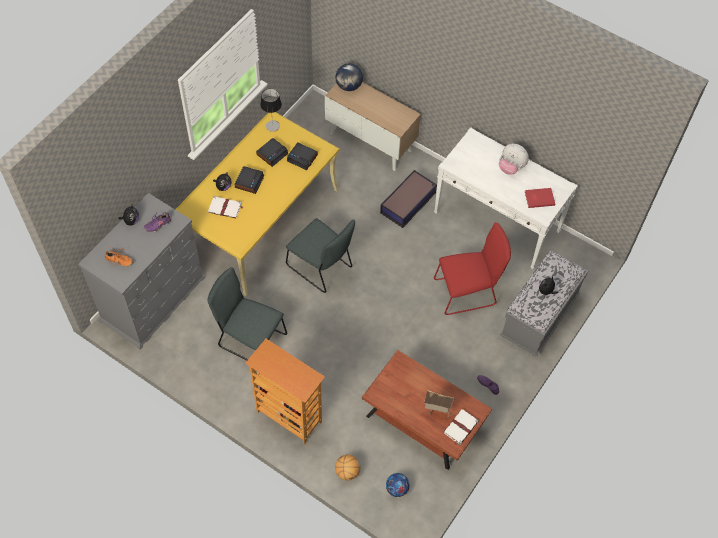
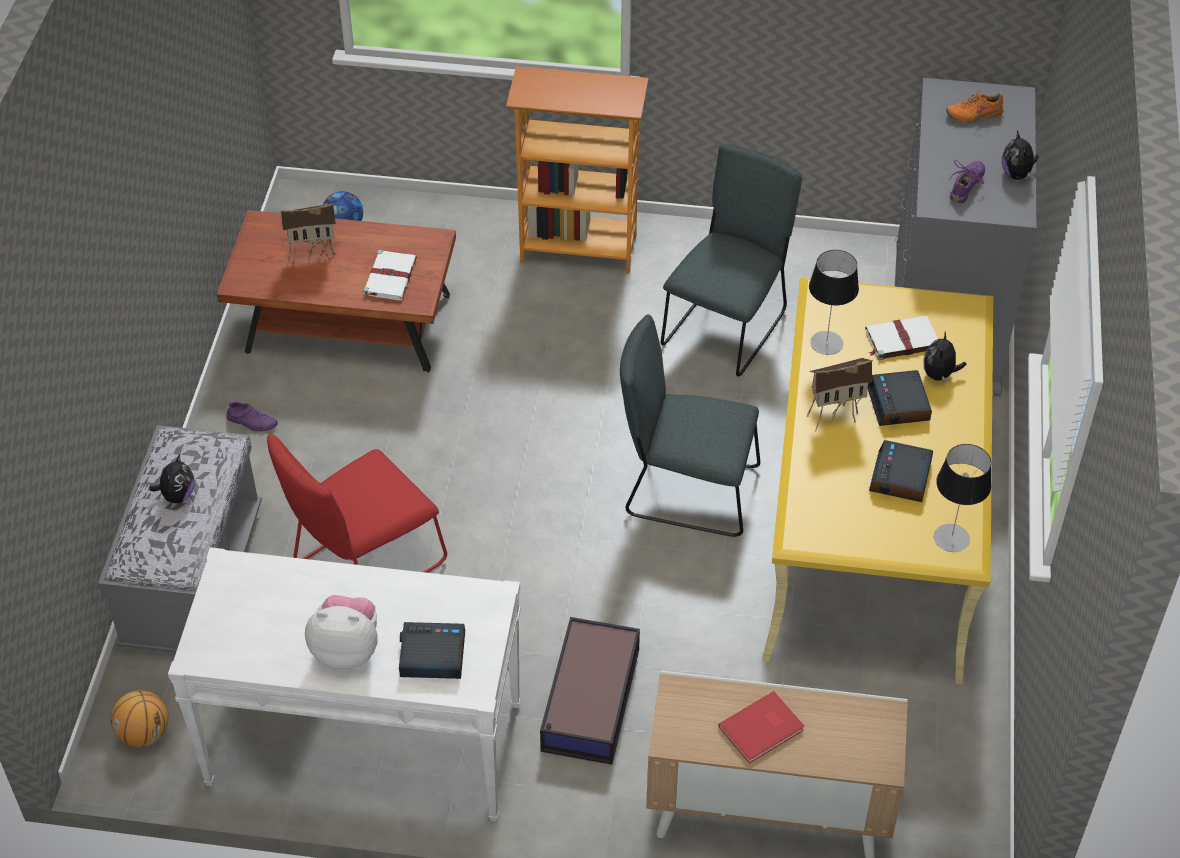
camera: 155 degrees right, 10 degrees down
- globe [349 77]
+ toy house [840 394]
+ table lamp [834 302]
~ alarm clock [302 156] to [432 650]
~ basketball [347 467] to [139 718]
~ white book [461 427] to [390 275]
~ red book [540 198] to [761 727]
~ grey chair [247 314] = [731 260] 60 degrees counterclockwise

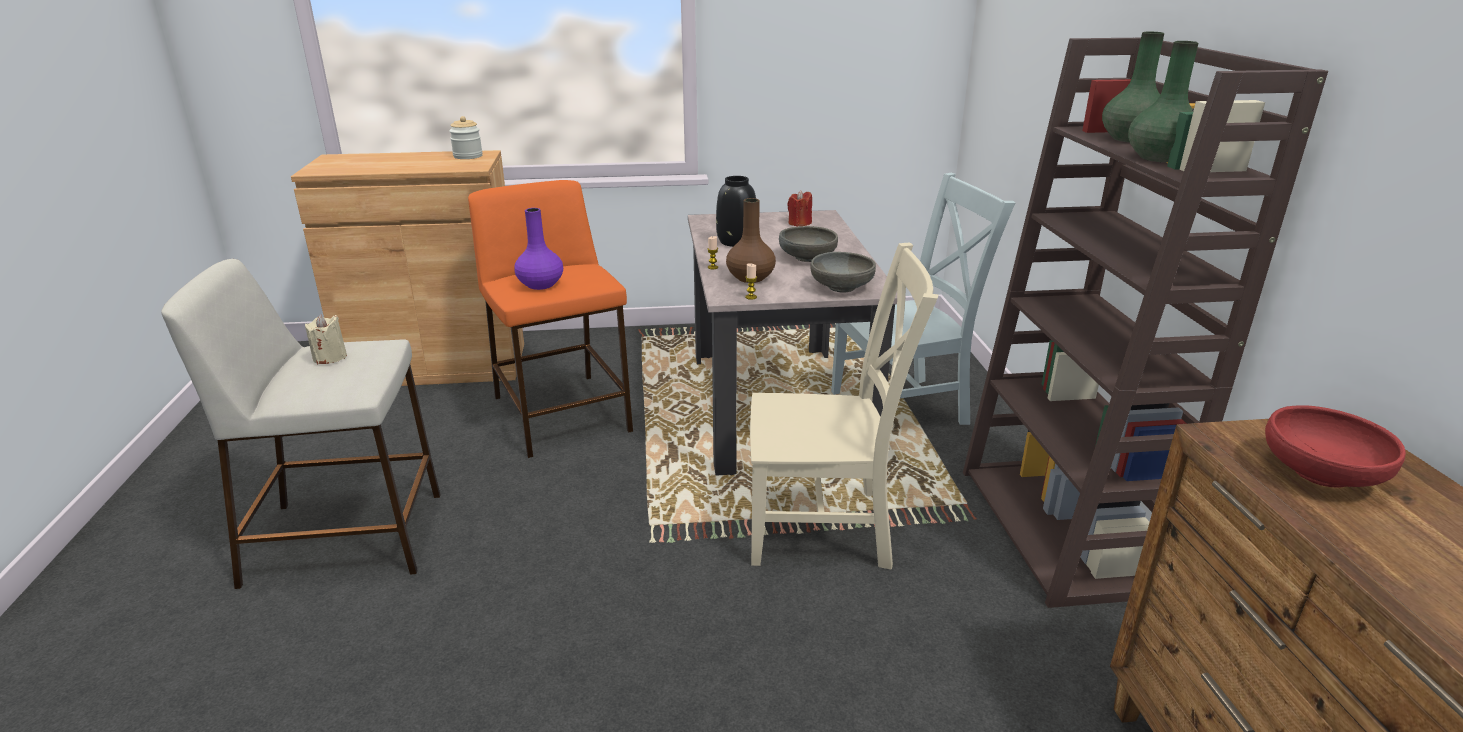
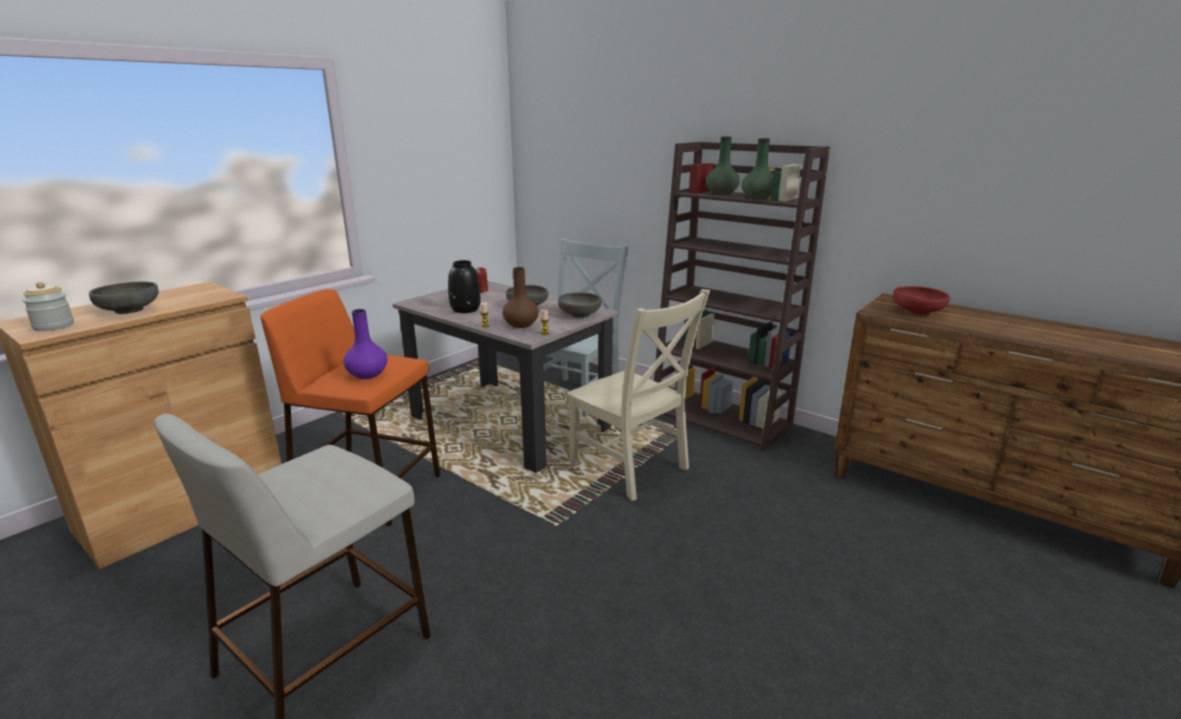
camera: 45 degrees left, 5 degrees down
- beige candle [326 339]
+ grey bowl [124 298]
~ jar [466 137] to [48 306]
~ beige chair [844 405] = [638 395] 90 degrees clockwise

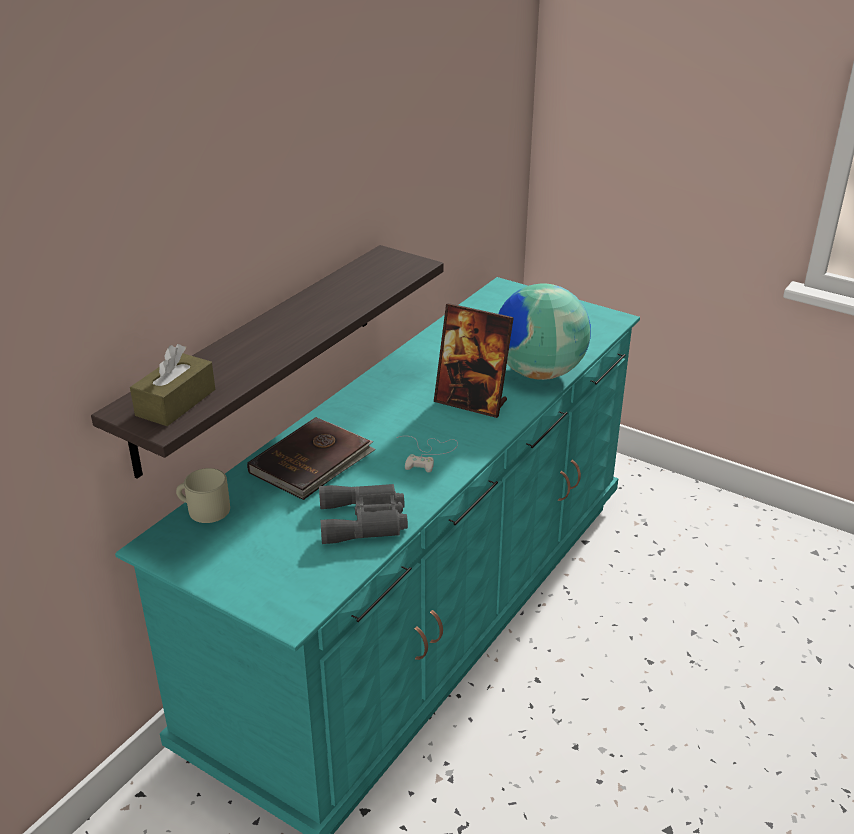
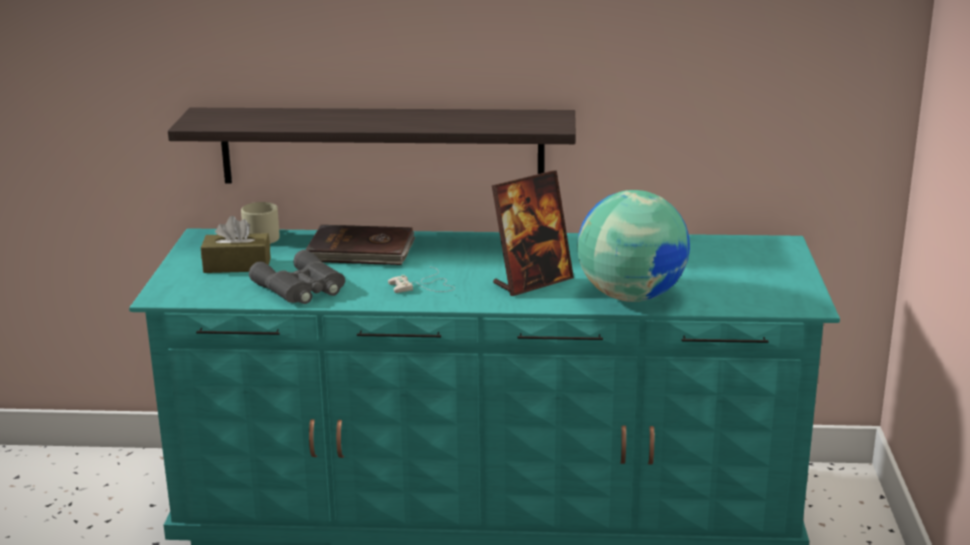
camera: 60 degrees right, 10 degrees down
~ brown tissue box [172 385] to [236 244]
~ picture frame [474 360] = [533 233] 120 degrees counterclockwise

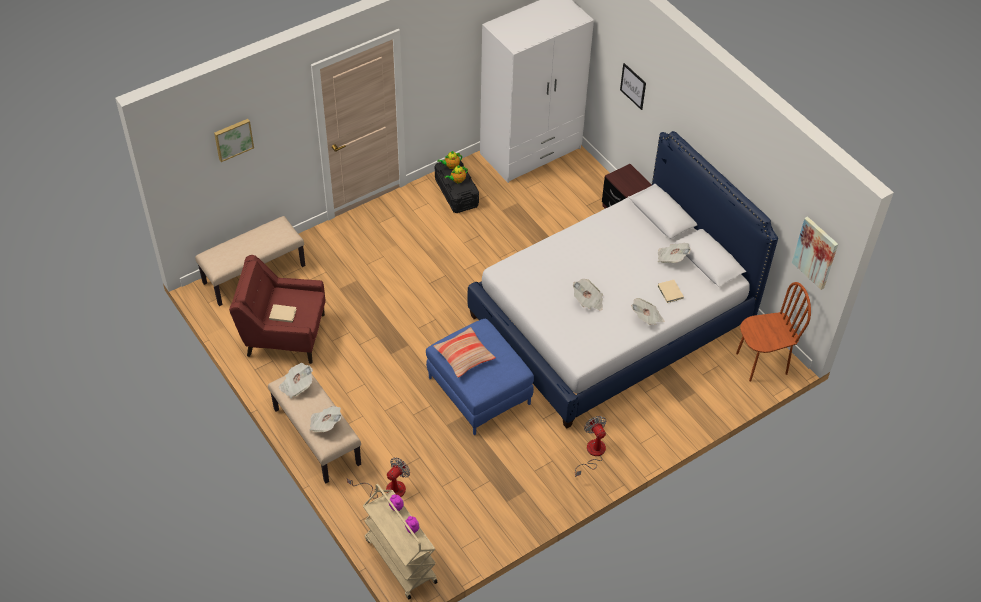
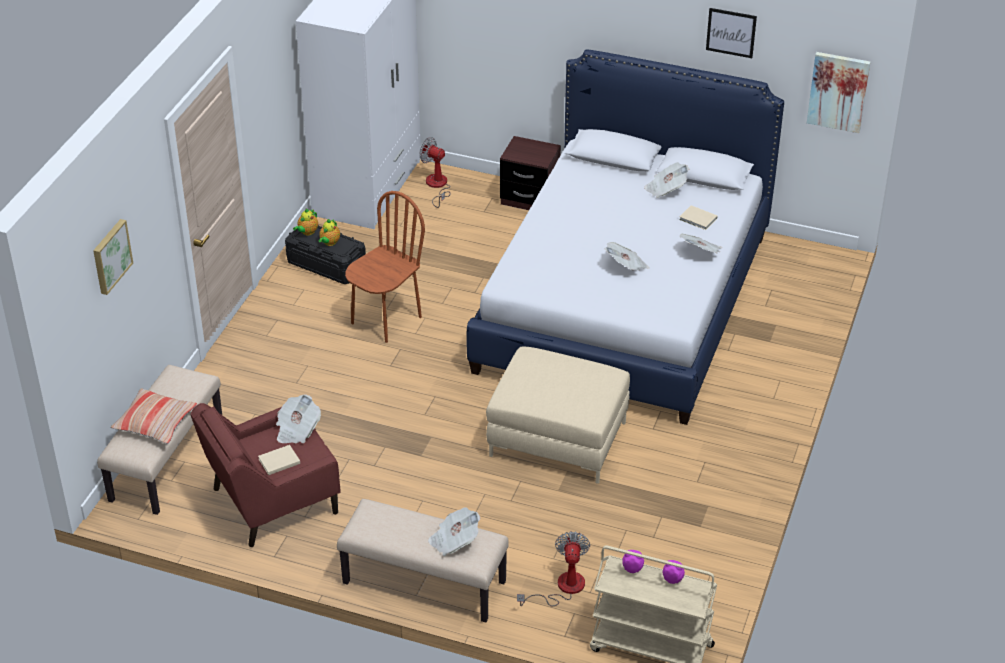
camera: 35 degrees left, 10 degrees down
~ newspaper [296 380] to [298 418]
~ pillow [464 352] to [154 416]
~ fan [590 446] to [435 172]
~ picture [633 86] to [731 33]
~ brown chair [773 332] to [385 267]
~ blue ottoman [480 377] to beige ottoman [558 415]

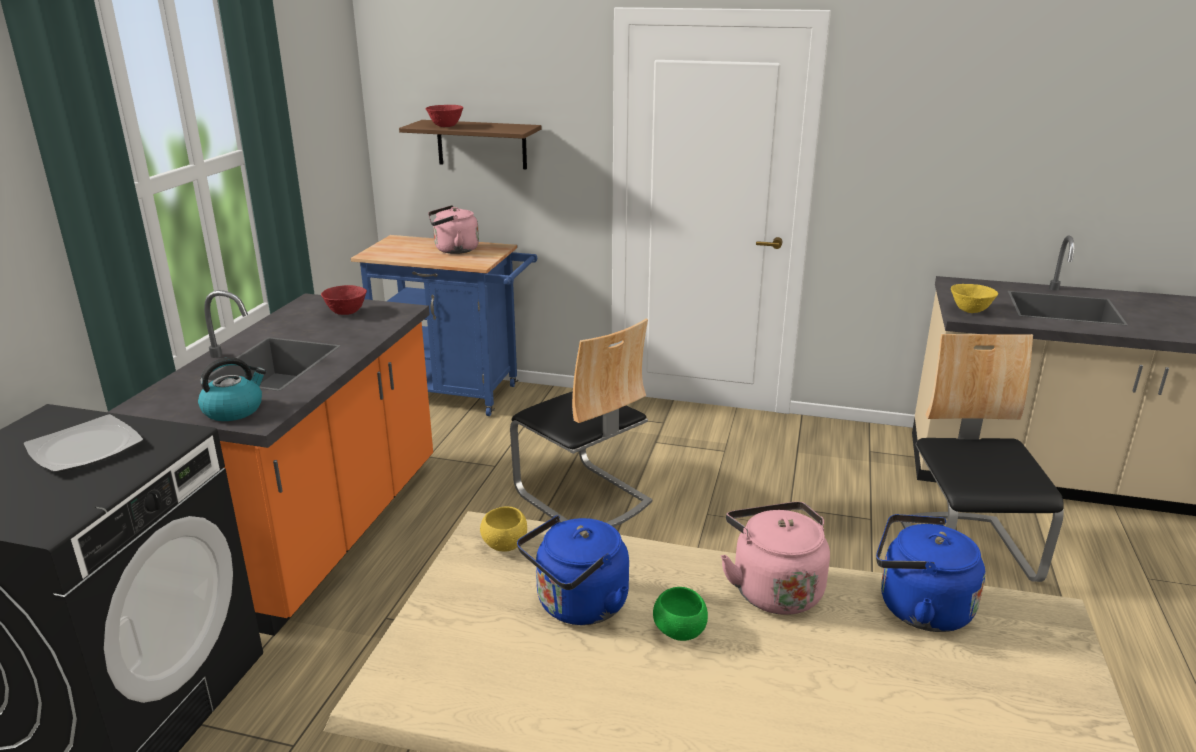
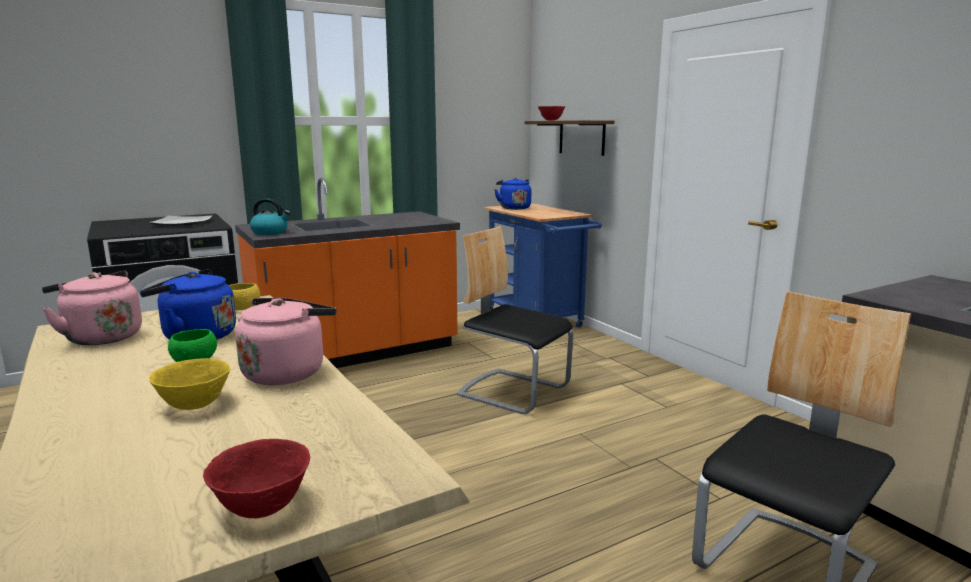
camera: 45 degrees right, 10 degrees down
~ red bowl [344 300] to [256 478]
~ pink kettle [453 229] to [92 308]
~ blue kettle [930 573] to [512 194]
~ yellow bowl [974 298] to [189 384]
~ chair [581 423] = [515 320] 120 degrees clockwise

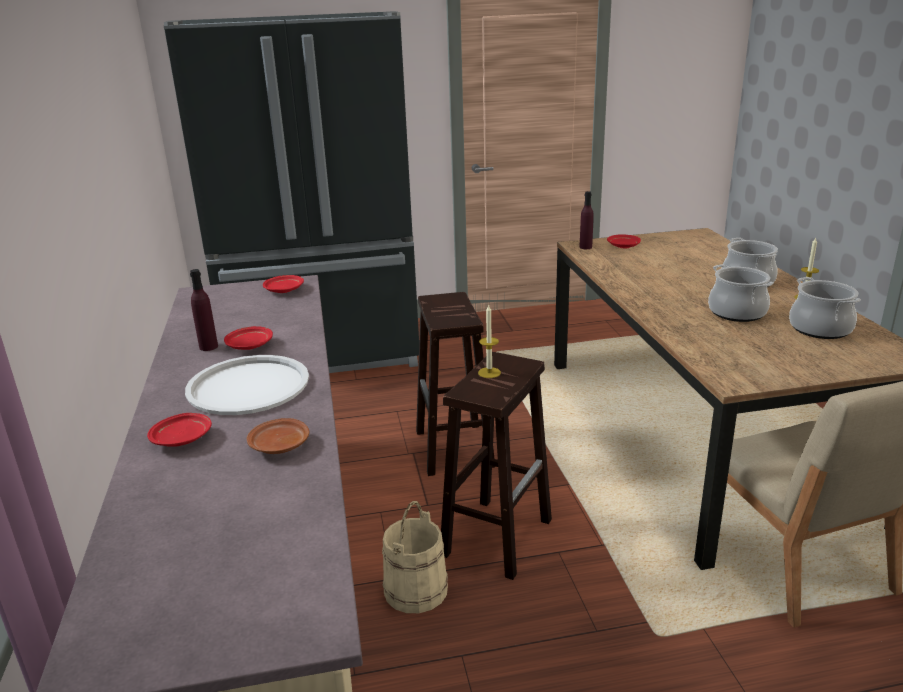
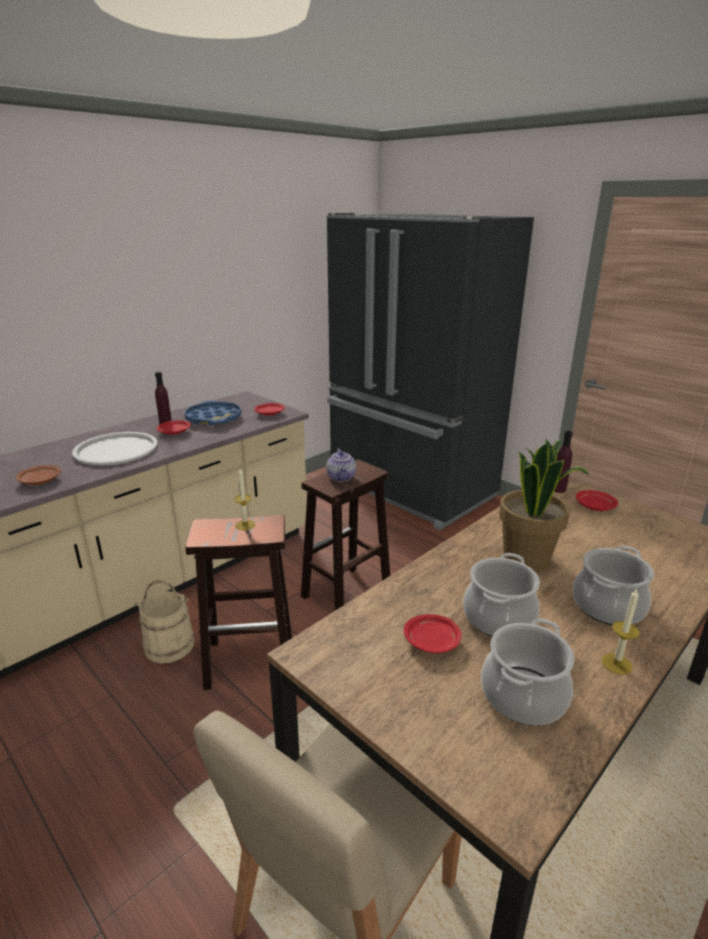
camera: 55 degrees right, 0 degrees up
+ blue tray [213 413]
+ teapot [341 465]
+ potted plant [544 505]
~ red plate [179 430] to [433 633]

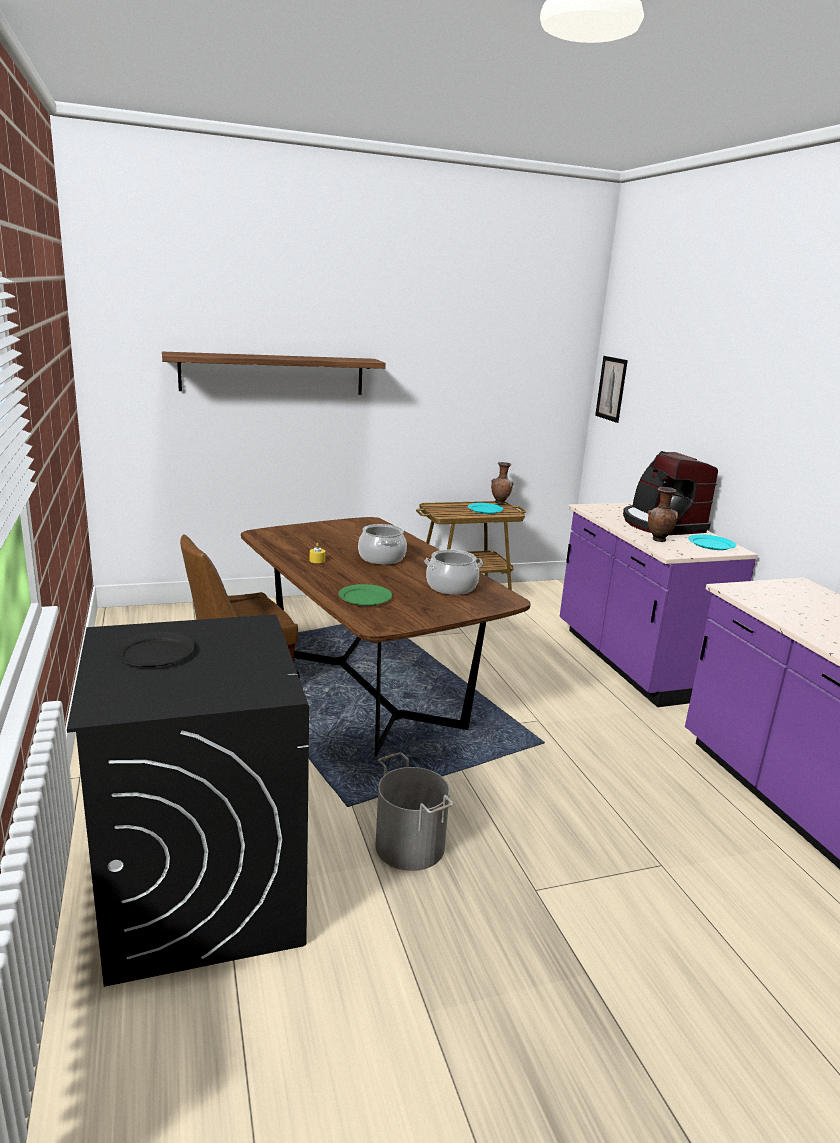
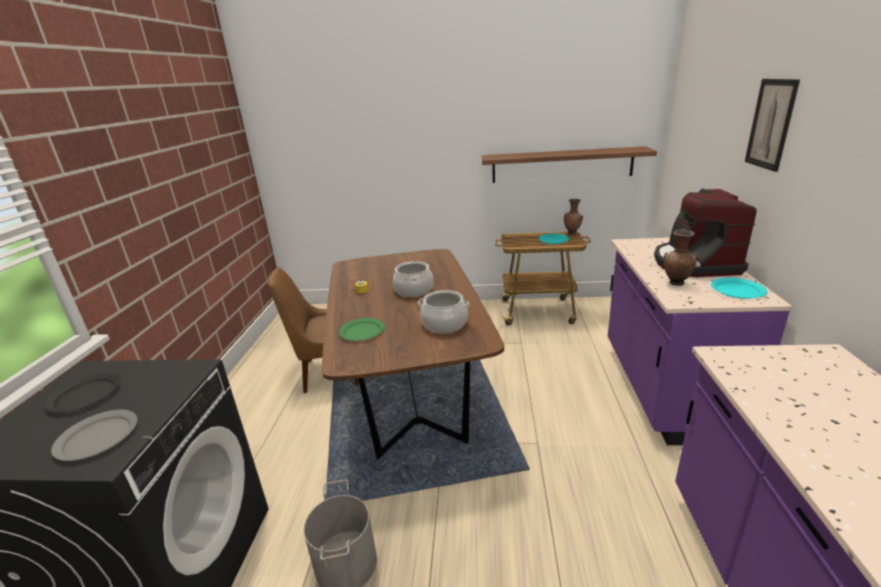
camera: 25 degrees right, 5 degrees up
+ grey plate [94 435]
~ shelf [274 373] to [569 164]
~ picture [611 389] to [772 125]

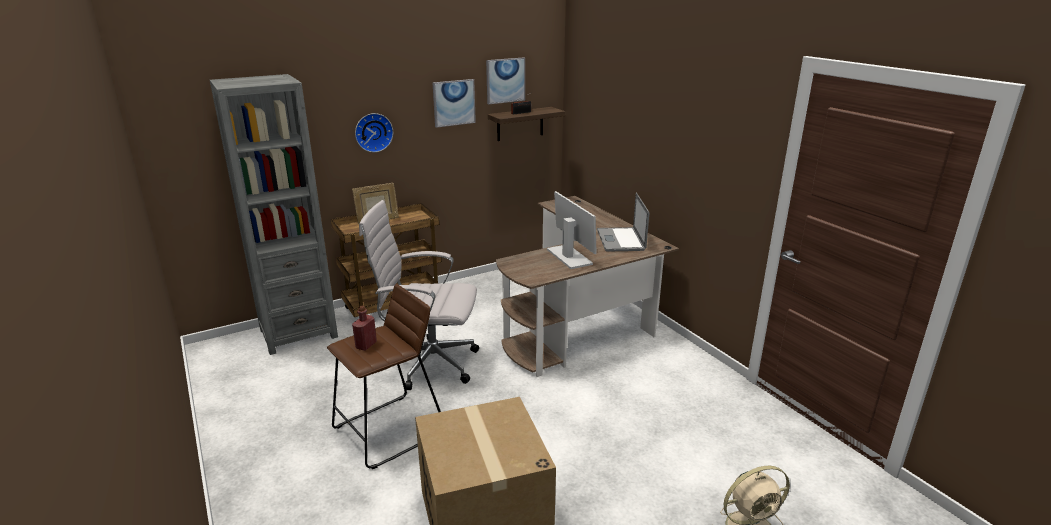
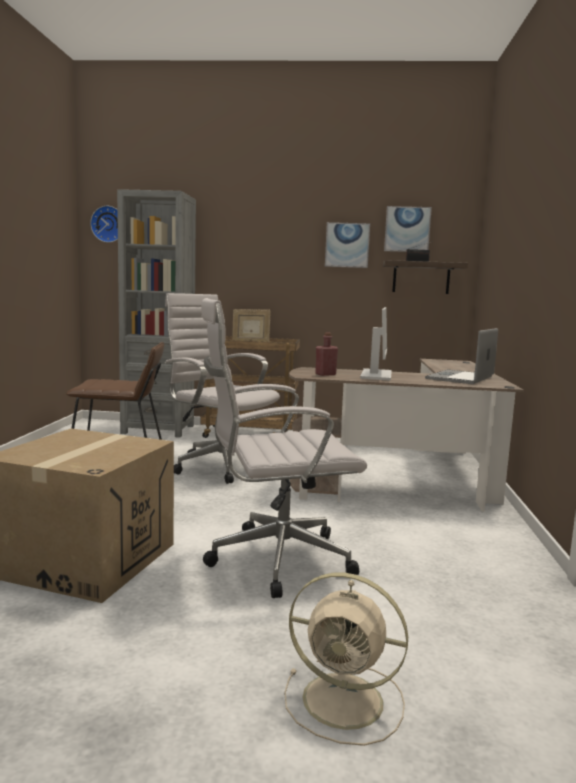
camera: 35 degrees right, 15 degrees down
+ white office chair [284 448]
~ red bottle [364 328] to [326 354]
~ wall clock [374 132] to [104 224]

